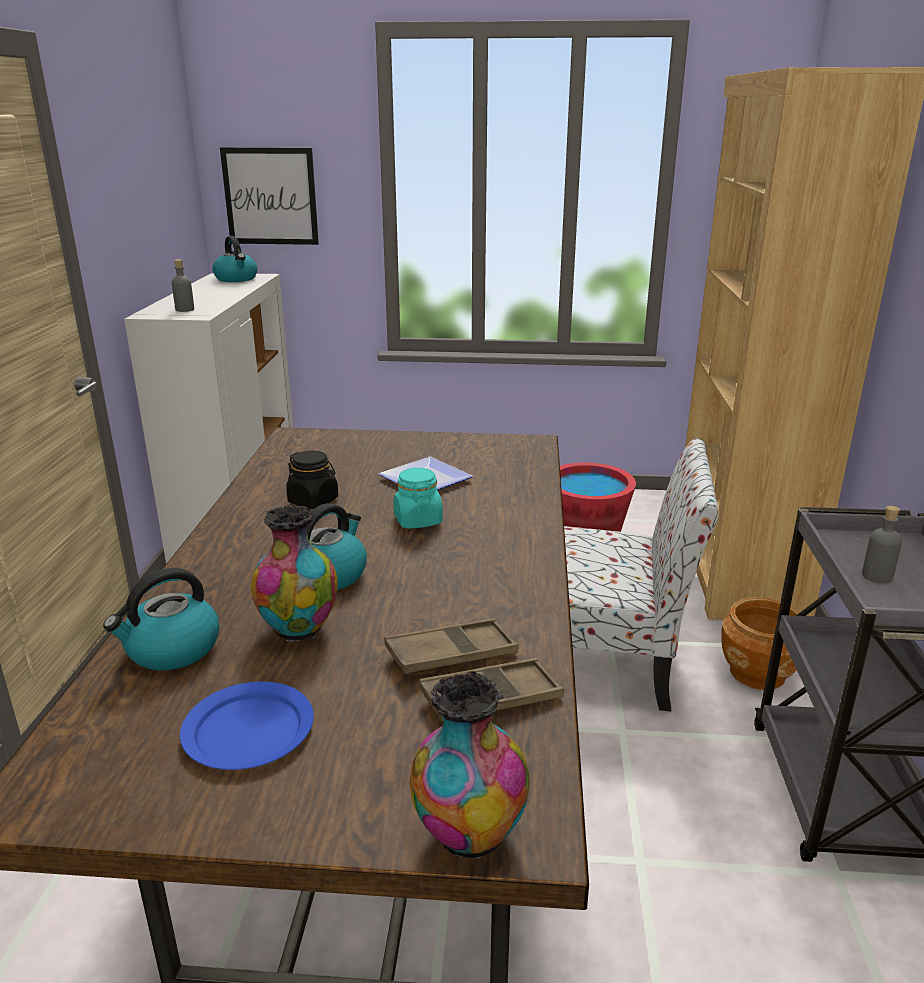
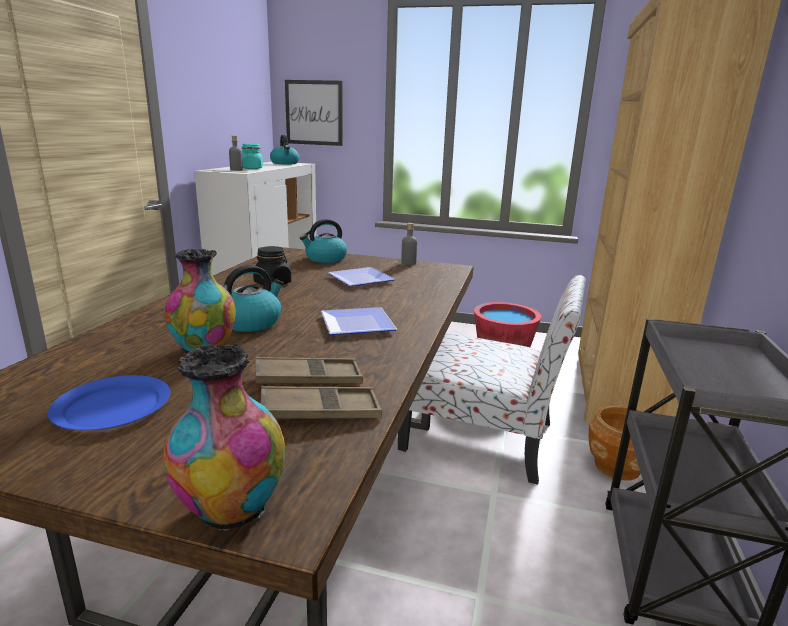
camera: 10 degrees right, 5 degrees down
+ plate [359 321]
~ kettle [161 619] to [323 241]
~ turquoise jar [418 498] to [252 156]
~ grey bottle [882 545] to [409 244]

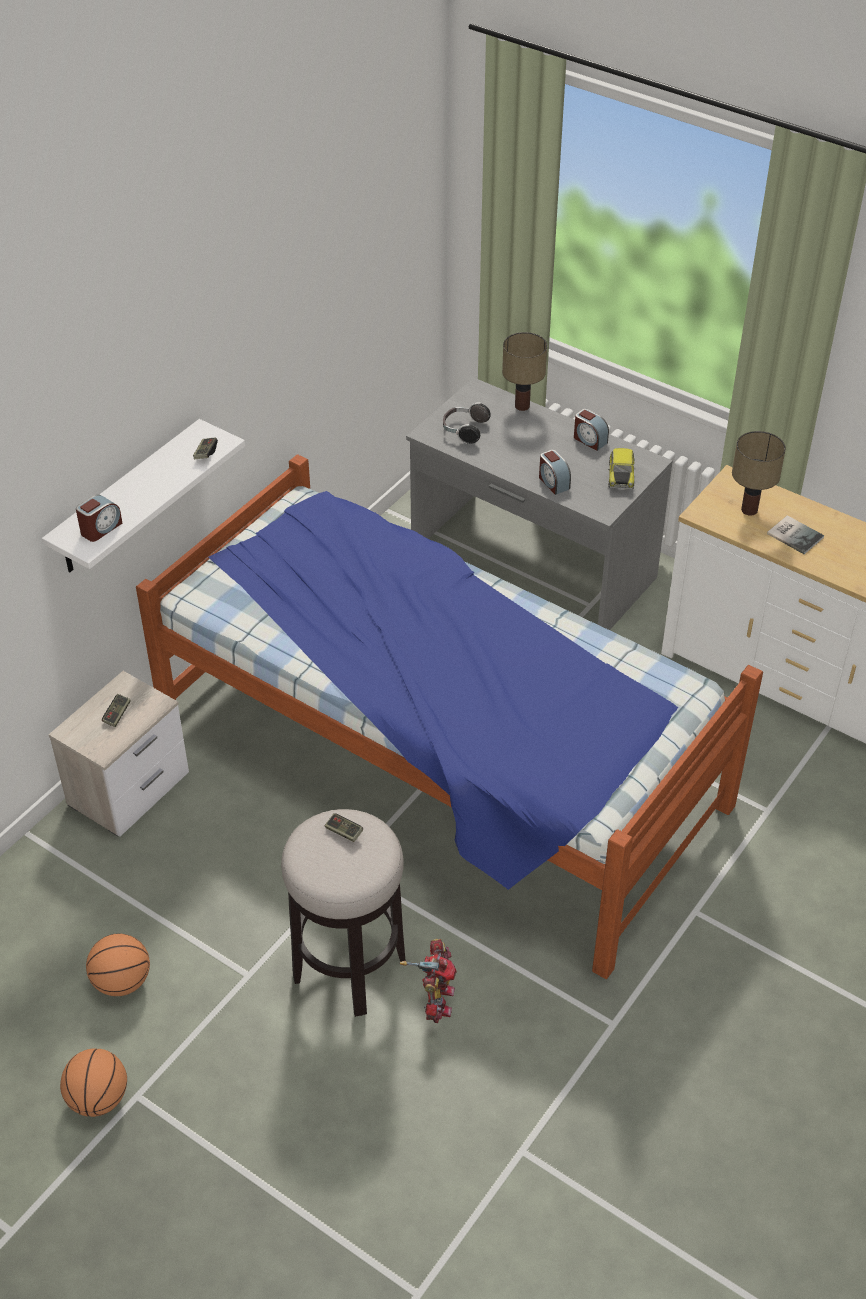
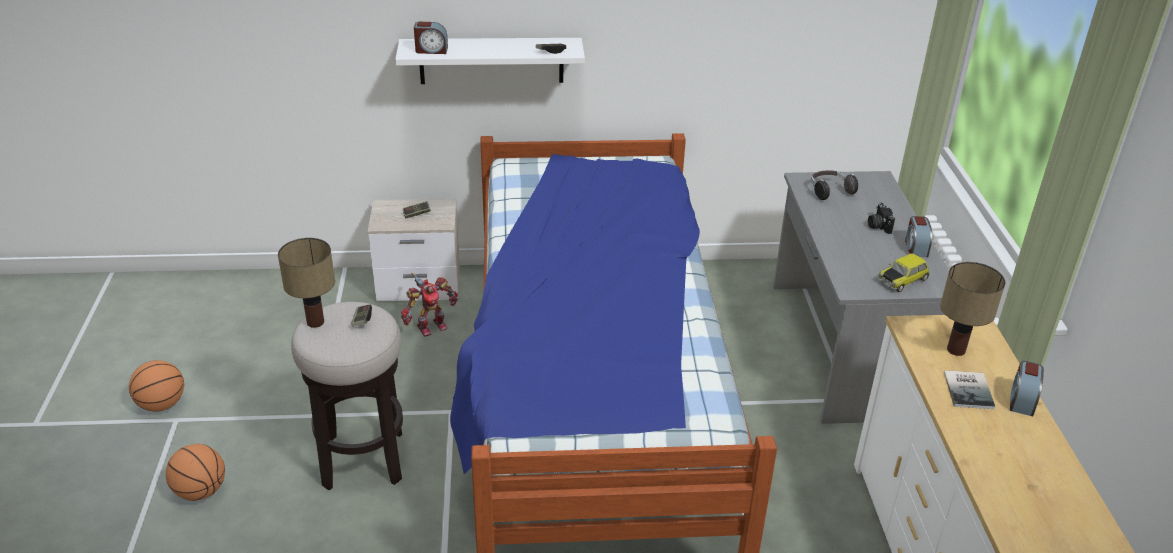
camera: 50 degrees right, 10 degrees down
+ photo camera [881 218]
~ basketball [118 965] to [195 472]
~ toy robot [428 981] to [429 305]
~ table lamp [524 371] to [306 283]
~ alarm clock [555 472] to [1027 388]

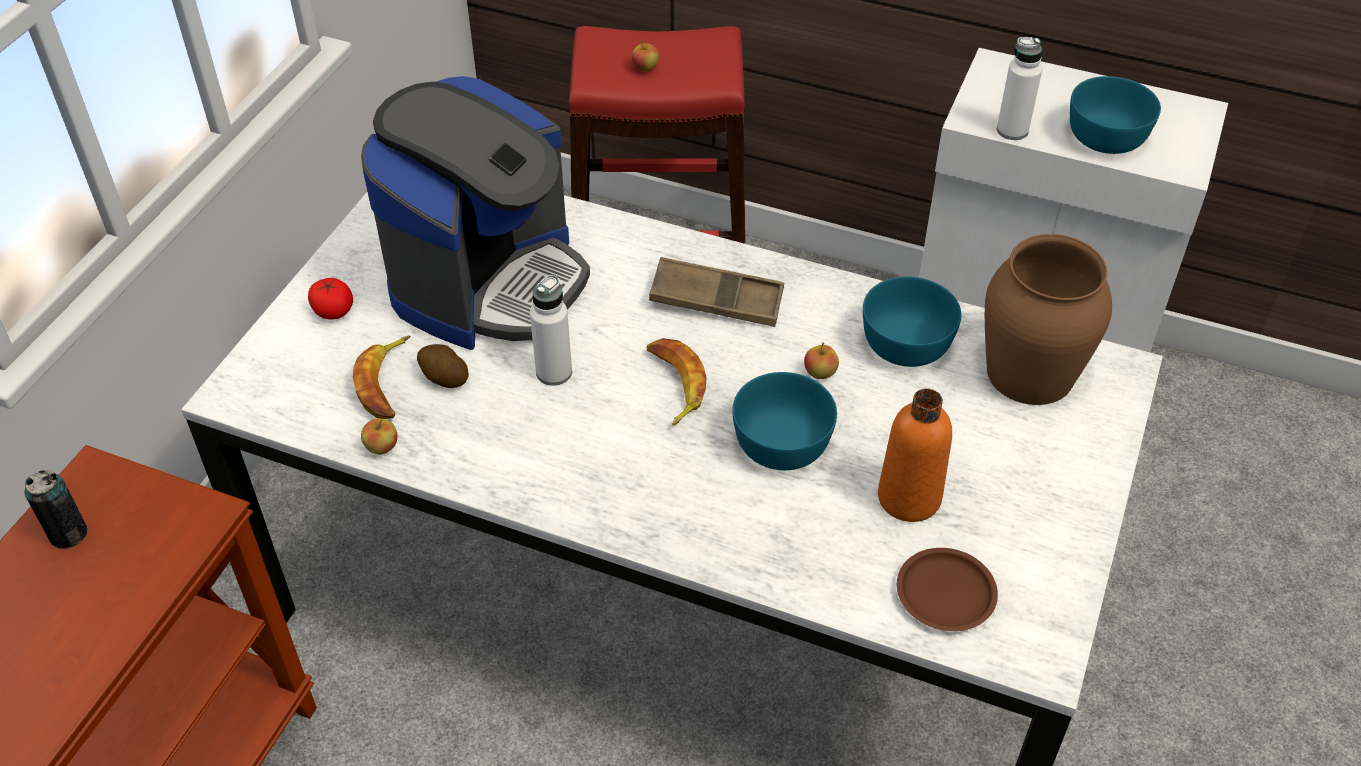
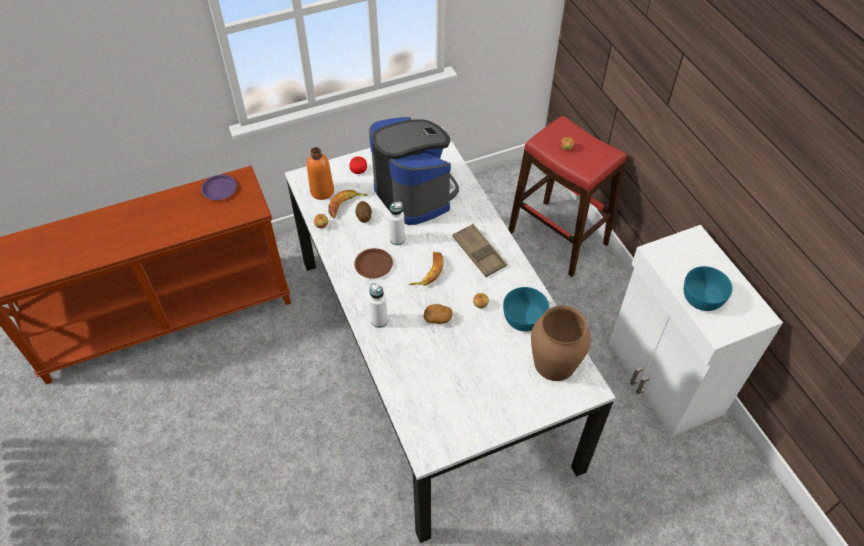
camera: 45 degrees right, 5 degrees up
~ orange bottle [915 455] to [320 173]
~ brown plate [947 589] to [373 263]
~ white bottle [1019 88] to [378 305]
~ can [56 509] to purple plate [219 187]
~ turquoise bowl [784 421] to potato [437 314]
~ coffee machine [475 213] = [414 171] 105 degrees counterclockwise

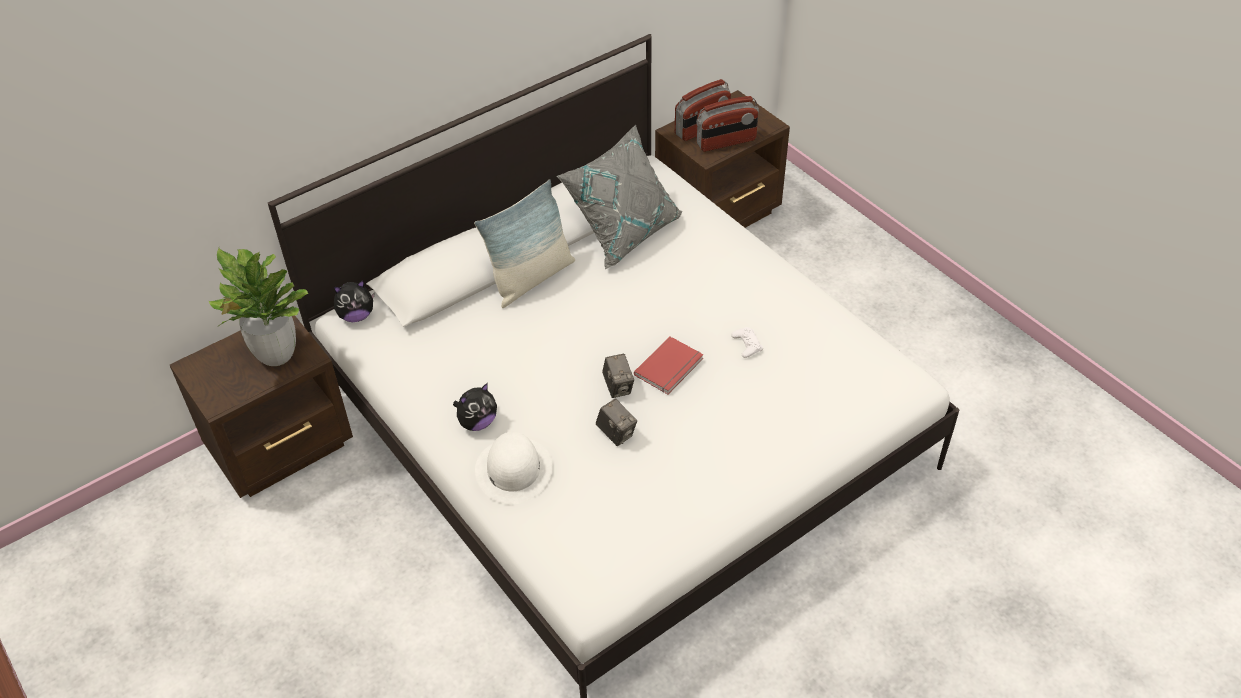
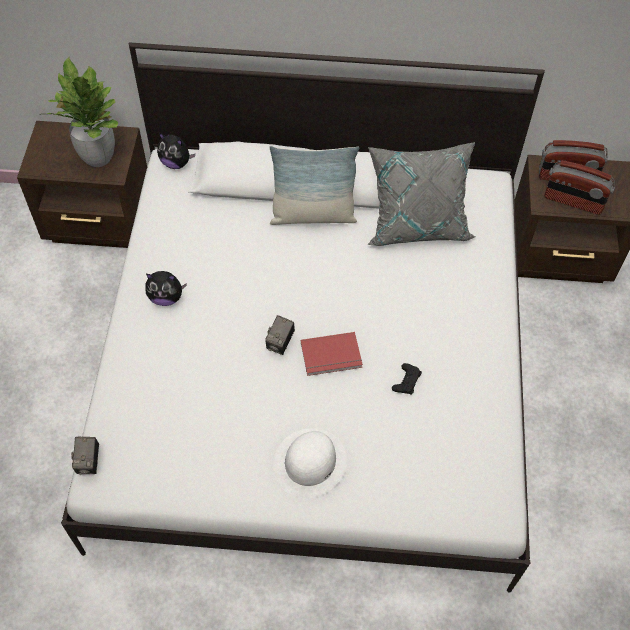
camera: 40 degrees right, 10 degrees up
~ white hat [513 468] to [310 463]
~ photo camera [616 422] to [85 456]
~ white game controller [747 342] to black game controller [407 378]

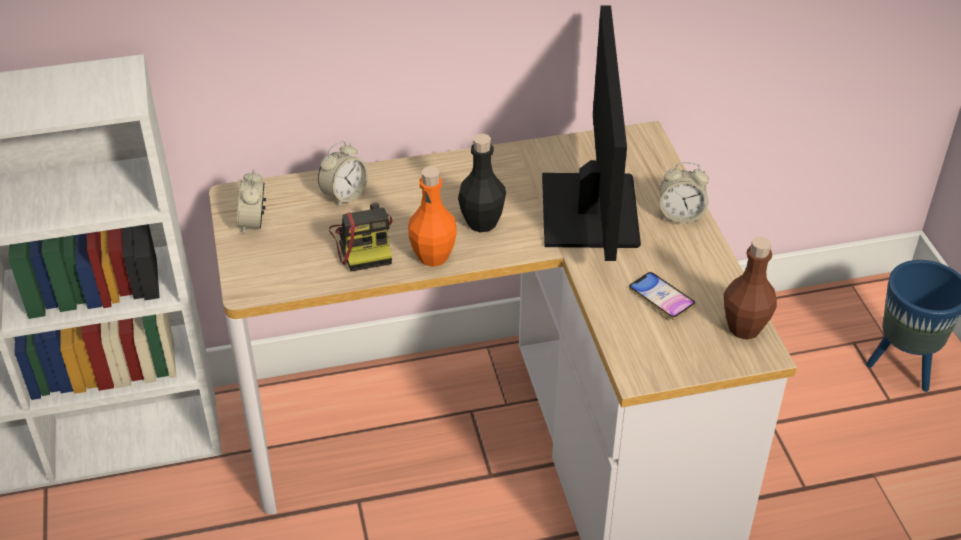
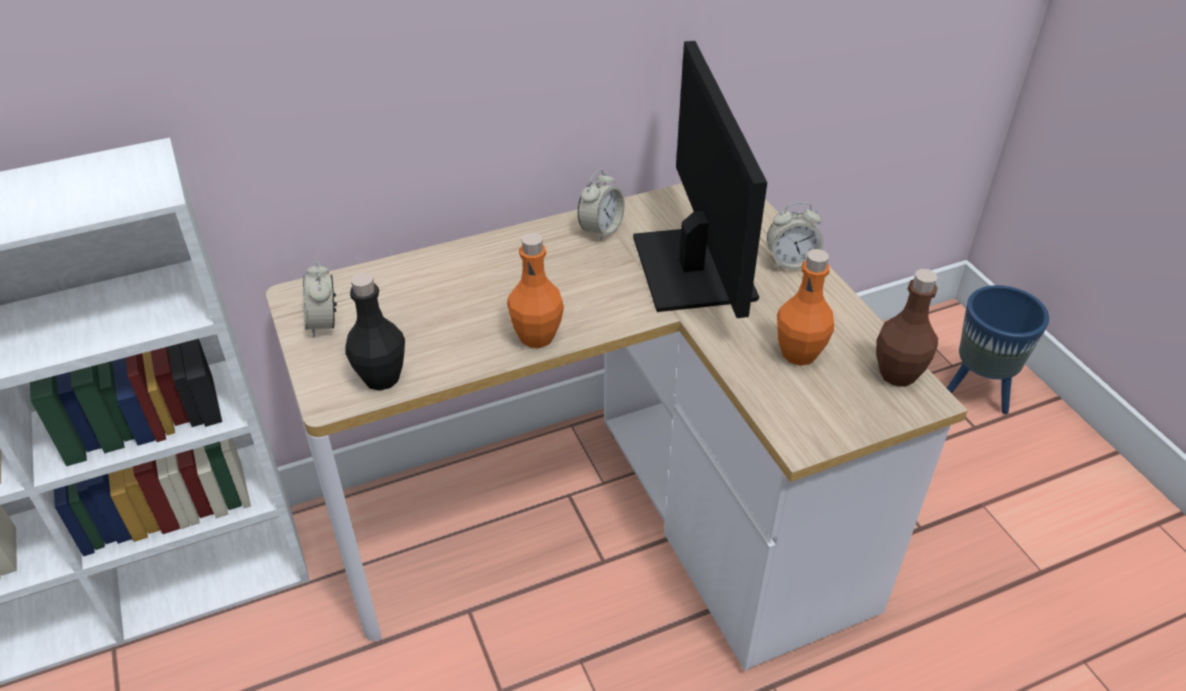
camera: 10 degrees left, 0 degrees up
- photo camera [360 237]
~ alarm clock [343 174] to [601 205]
~ black bottle [482 183] to [375 331]
~ phone [662 295] to orange bottle [805 307]

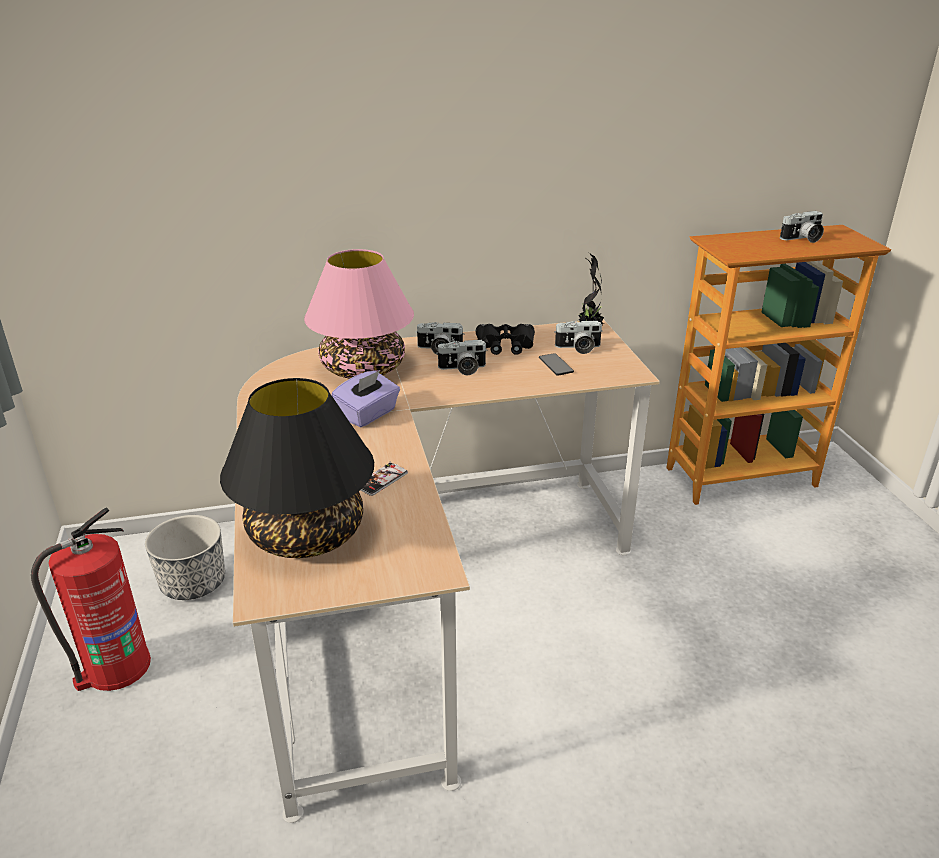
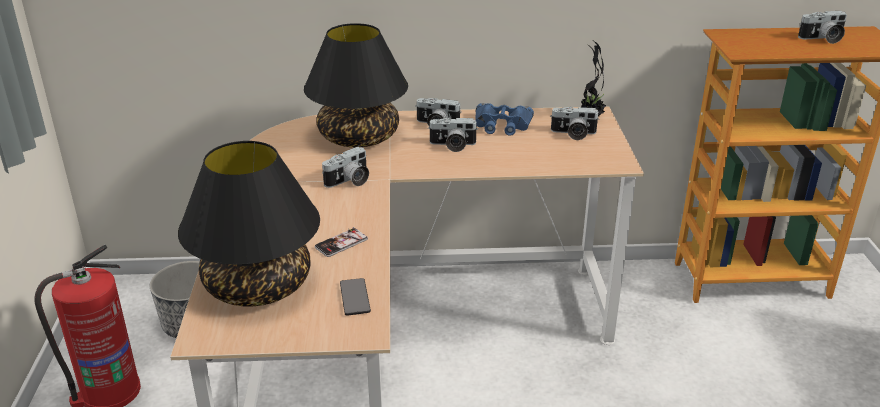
camera: 10 degrees right, 0 degrees up
~ phone [556 364] to [355 297]
~ purple tissue box [366 398] to photo camera [345 167]
~ pink table lamp [359 314] to black table lamp [356 85]
~ black binoculars [505 339] to blue binoculars [504 119]

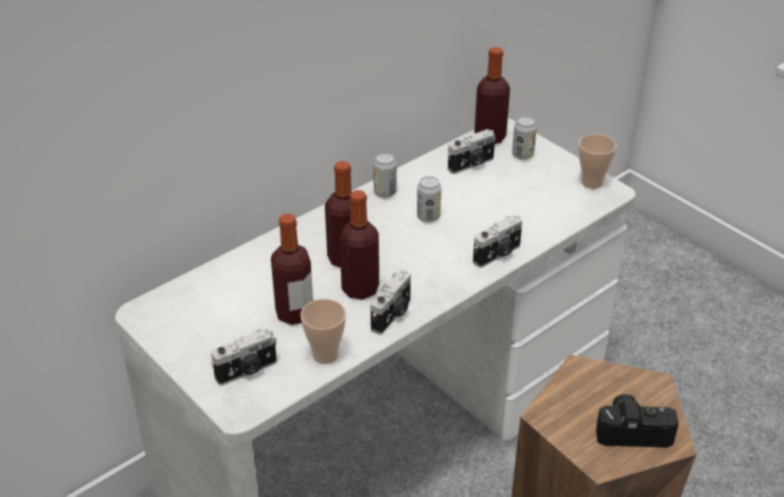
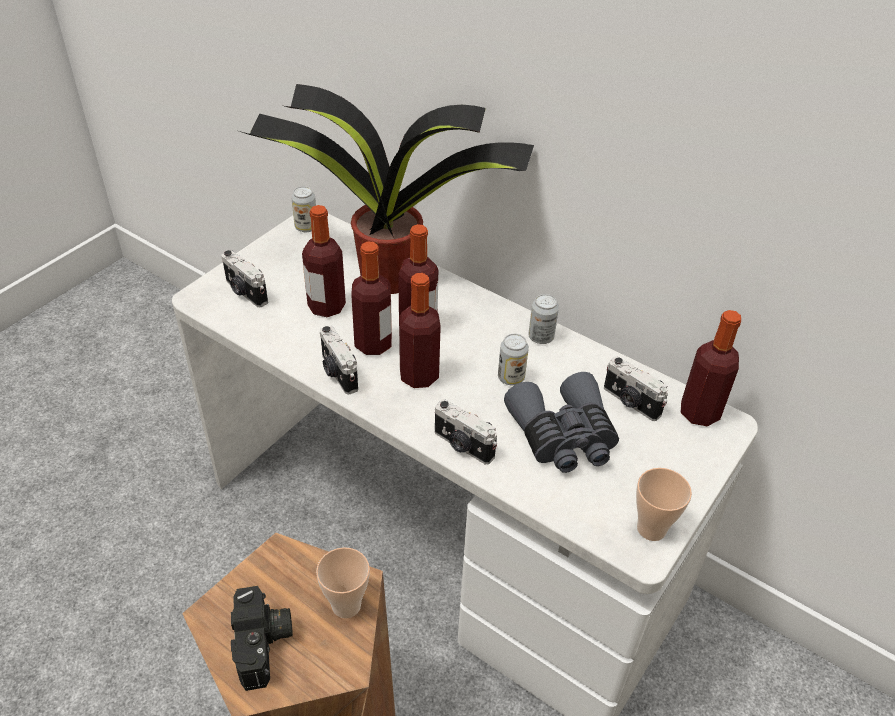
camera: 75 degrees right, 5 degrees up
+ potted plant [385 189]
+ bottle [420 330]
+ grey binoculars [561 422]
~ cup [323 331] to [343 582]
~ can [524 138] to [303 209]
~ photo camera [391 302] = [339 360] 45 degrees clockwise

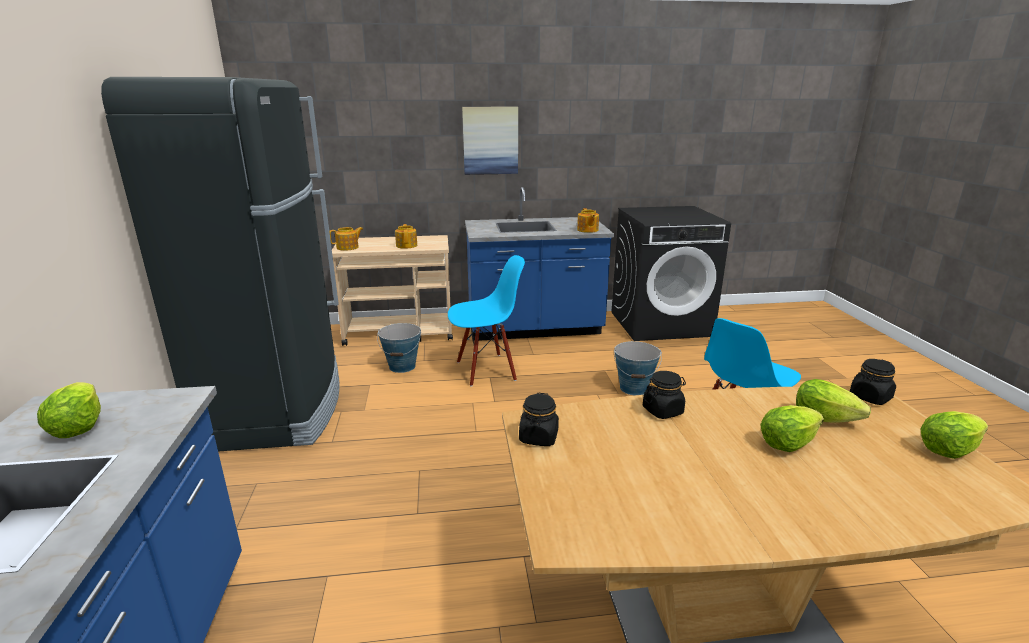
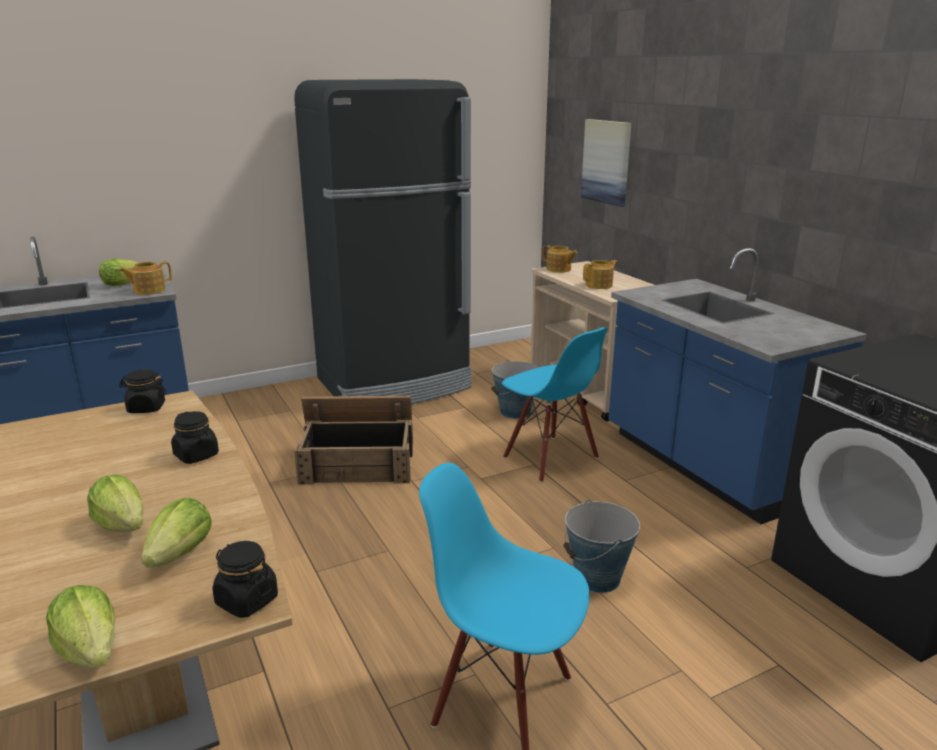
camera: 70 degrees right, 0 degrees up
+ crate [353 440]
~ picture [490 141] to [606 163]
~ teapot [588 220] to [145 278]

